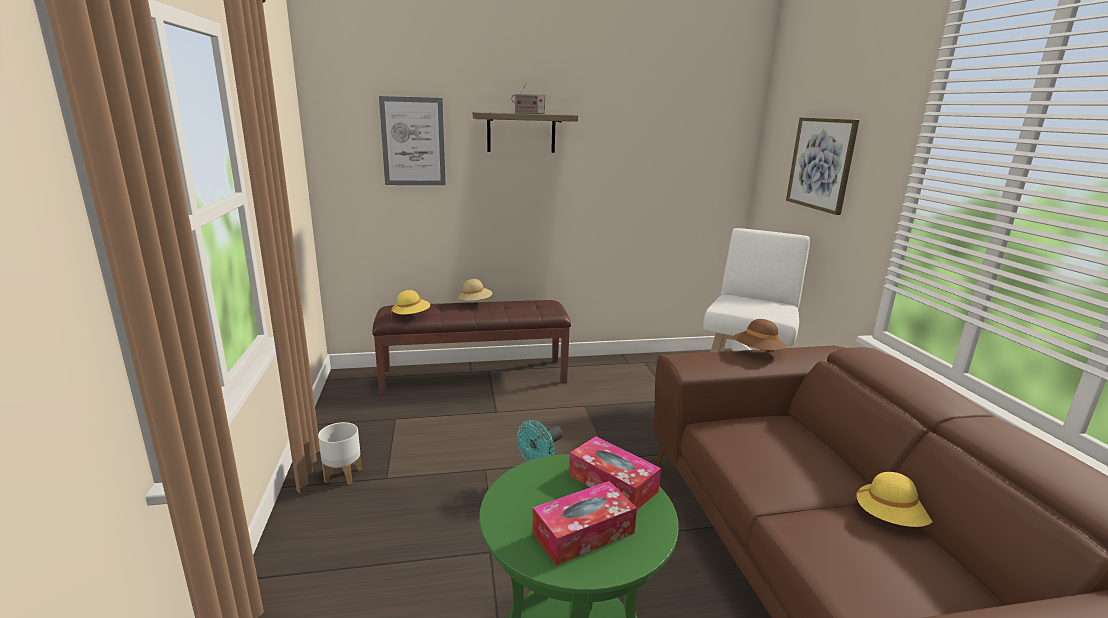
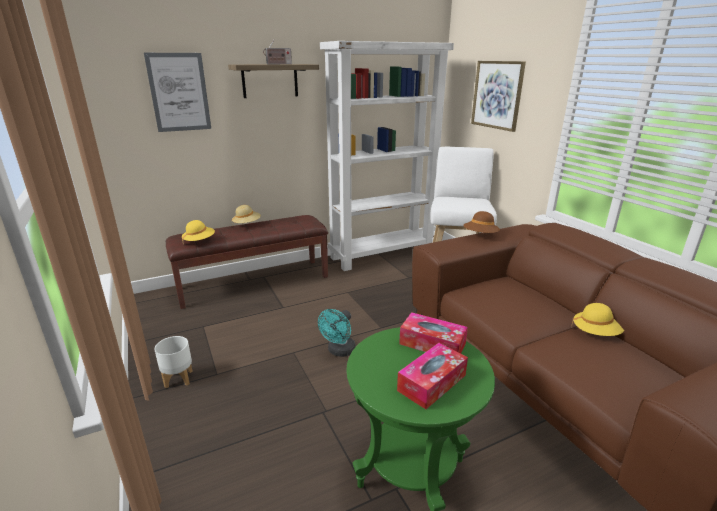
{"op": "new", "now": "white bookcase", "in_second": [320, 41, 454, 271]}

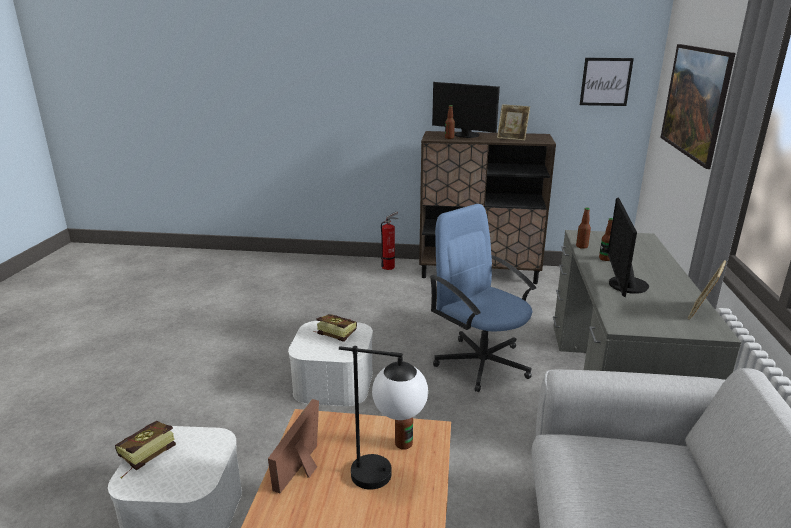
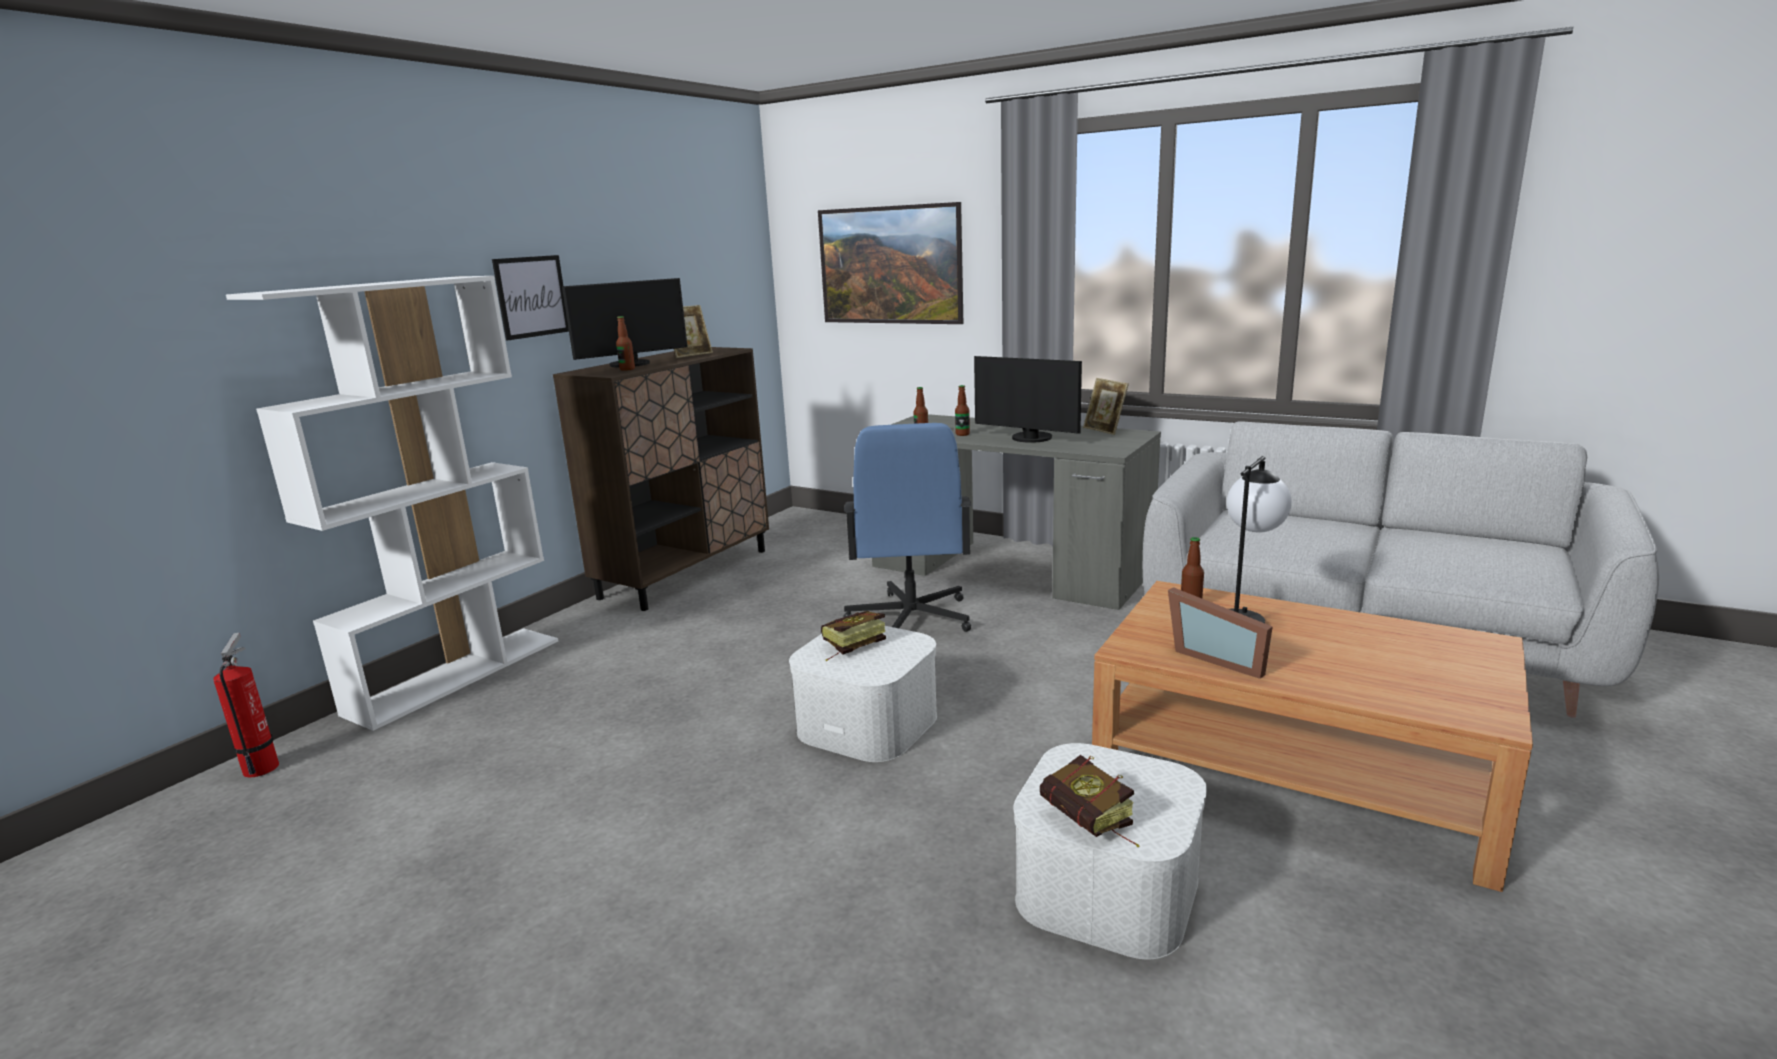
{"op": "shifted", "was": "fire extinguisher", "in_first": [381, 211, 398, 270], "in_second": [213, 633, 279, 777]}
{"op": "rotated", "was": "blue office chair", "in_first": [430, 204, 536, 392], "in_second": [844, 423, 972, 632], "clockwise": -75}
{"op": "shifted", "was": "picture", "in_first": [580, 58, 634, 106], "in_second": [492, 255, 569, 341]}
{"op": "new", "now": "white bookcase", "in_second": [226, 276, 558, 731]}

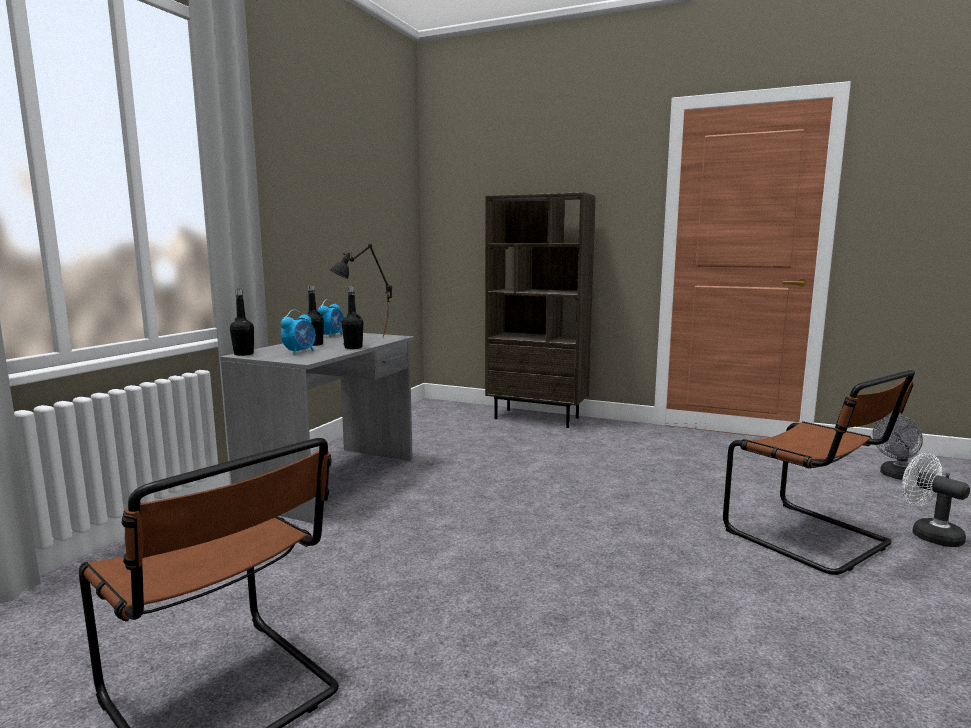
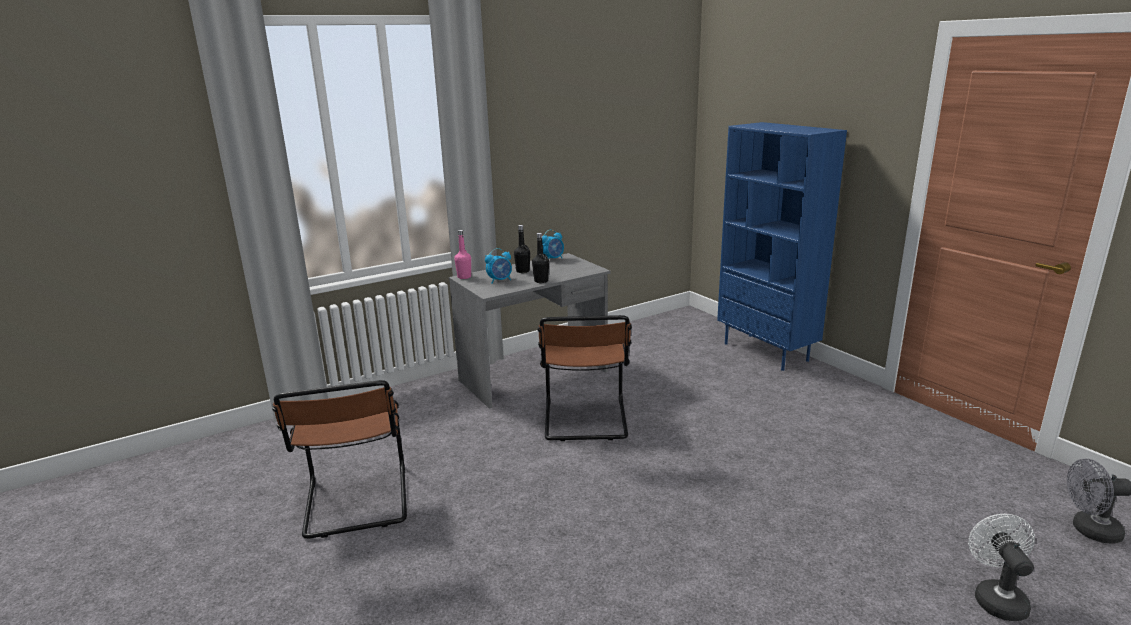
{"op": "repainted", "was": "black bottle", "now": "pink bottle", "in_first": [230, 289, 254, 356], "in_second": [454, 230, 471, 279]}
{"op": "gone", "was": "black table lamp", "in_first": [329, 244, 392, 338]}
{"op": "repainted", "was": "brown bookcase", "now": "blue bookcase", "in_first": [485, 192, 596, 428], "in_second": [717, 122, 847, 371]}
{"op": "shifted", "was": "brown chair", "in_first": [723, 370, 915, 575], "in_second": [537, 315, 632, 441]}

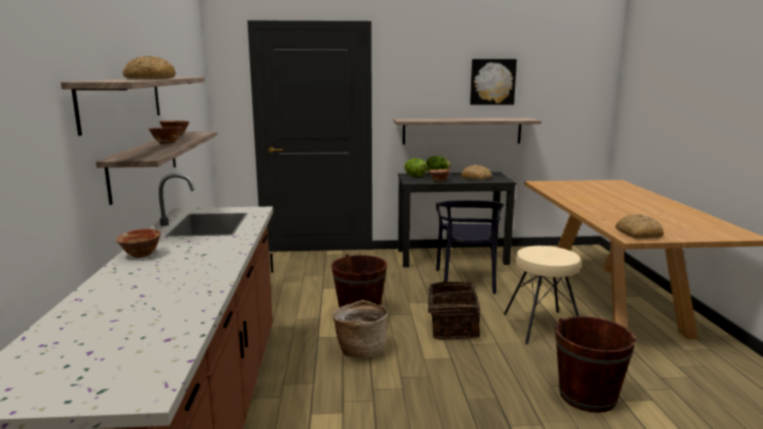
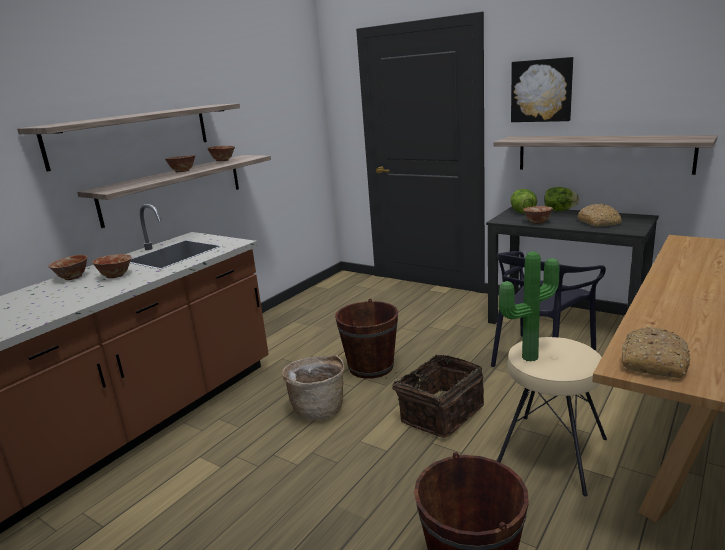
{"op": "gone", "was": "bread", "in_first": [123, 56, 176, 79]}
{"op": "shifted", "was": "picture", "in_first": [470, 59, 517, 105], "in_second": [511, 57, 573, 122]}
{"op": "new", "now": "bowl", "in_second": [92, 254, 132, 278]}
{"op": "new", "now": "potted plant", "in_second": [499, 252, 559, 362]}

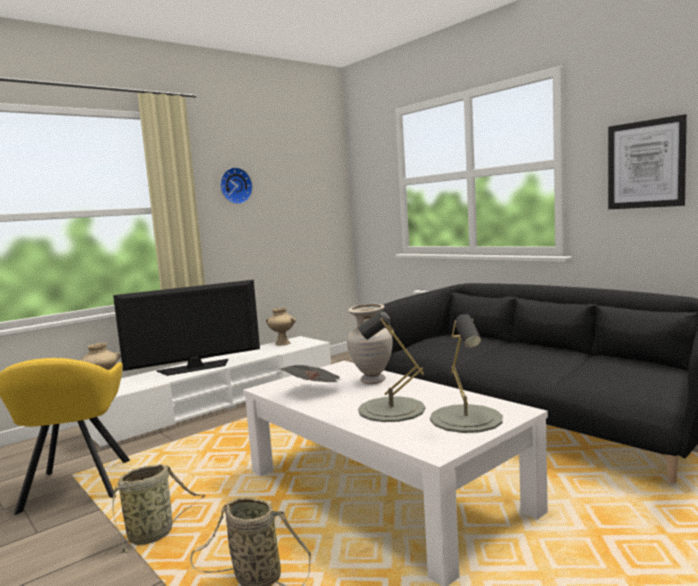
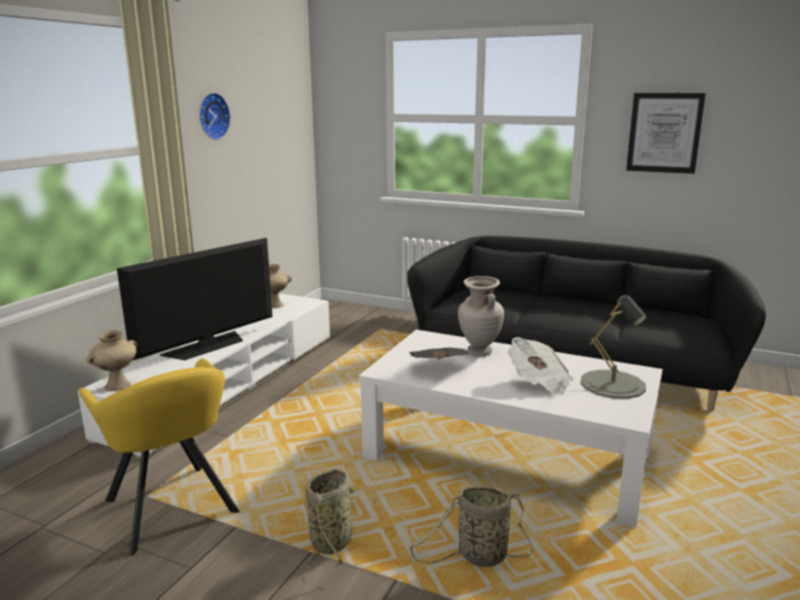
{"op": "swapped", "was": "grey table lamp", "now": "newspaper", "in_first": [358, 311, 425, 422], "in_second": [508, 337, 573, 396]}

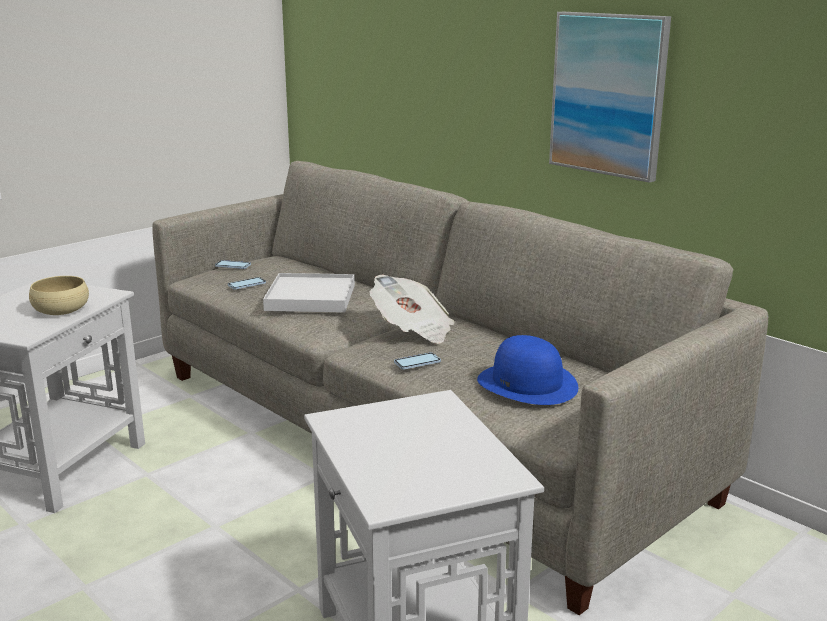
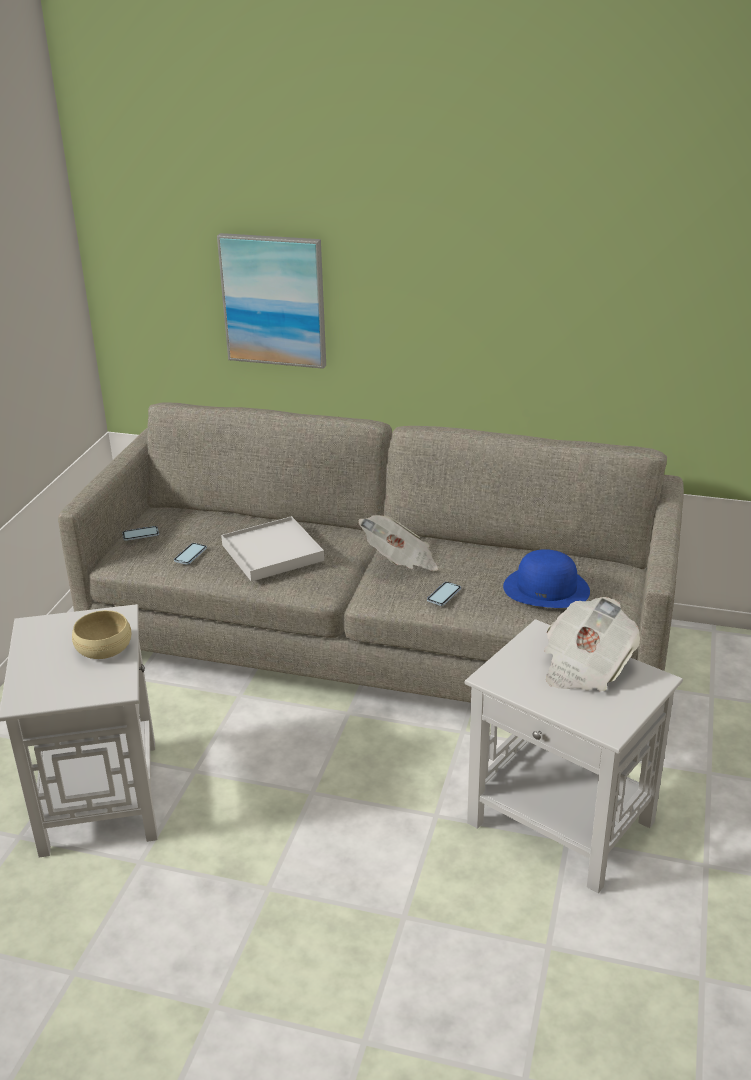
{"op": "shifted", "was": "picture", "in_first": [549, 12, 671, 183], "in_second": [217, 233, 326, 369]}
{"op": "new", "now": "newspaper", "in_second": [544, 597, 640, 692]}

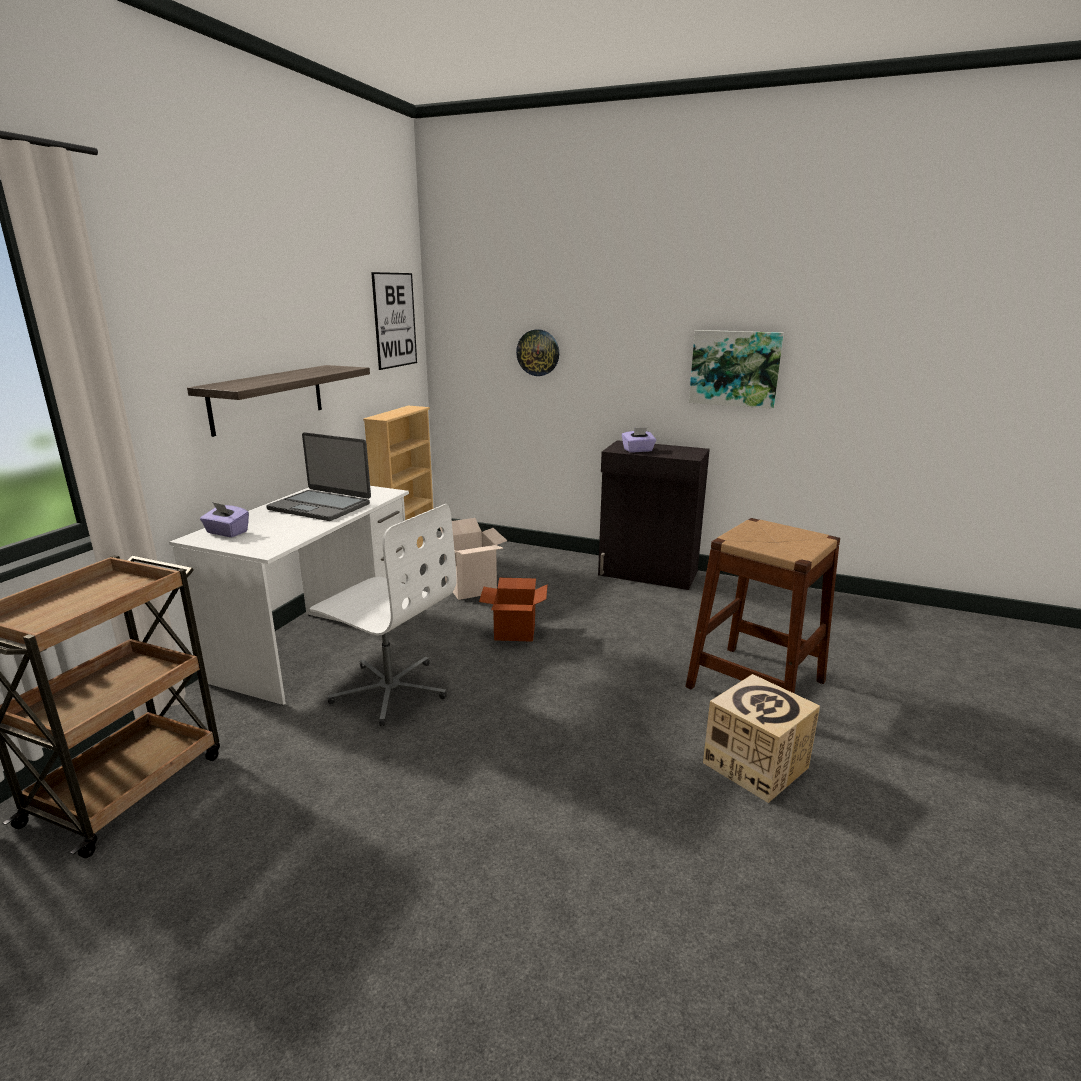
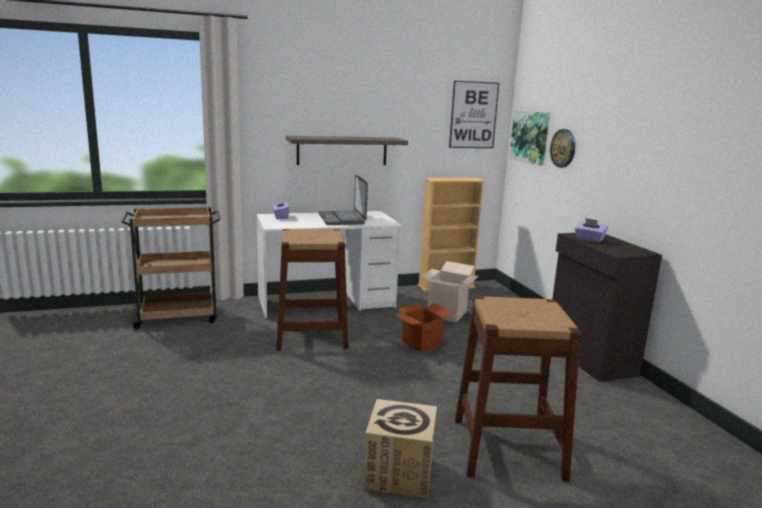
{"op": "swapped", "was": "white office chair", "now": "brown stool", "in_first": [310, 504, 457, 726], "in_second": [276, 229, 349, 351]}
{"op": "shifted", "was": "picture", "in_first": [689, 330, 784, 409], "in_second": [509, 110, 550, 166]}

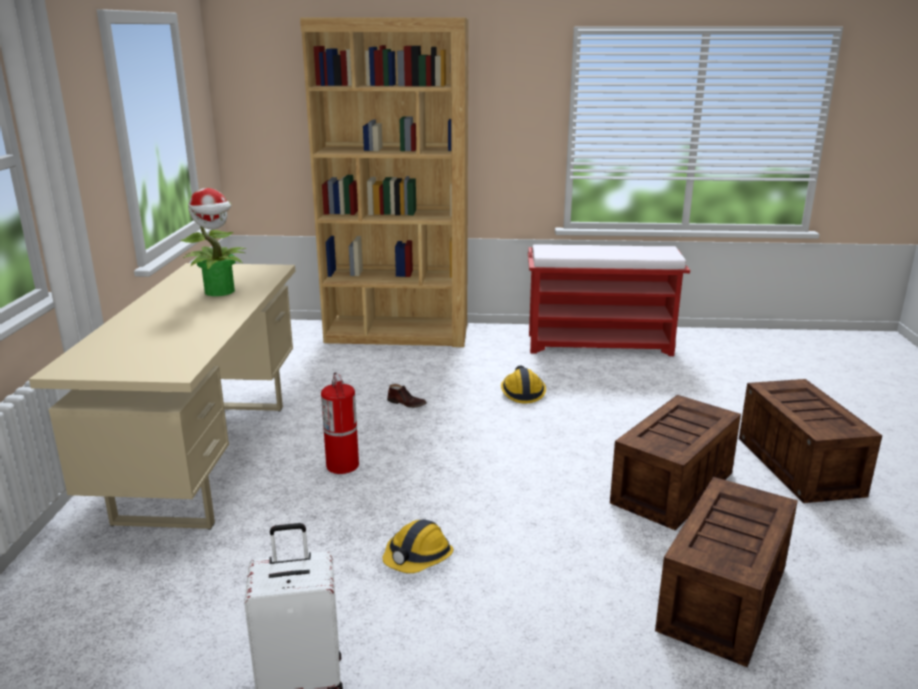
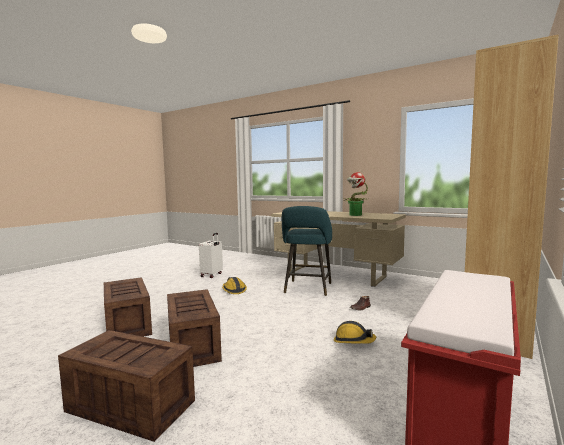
{"op": "swapped", "was": "fire extinguisher", "now": "turquoise stool", "in_first": [321, 372, 359, 474], "in_second": [282, 206, 332, 296]}

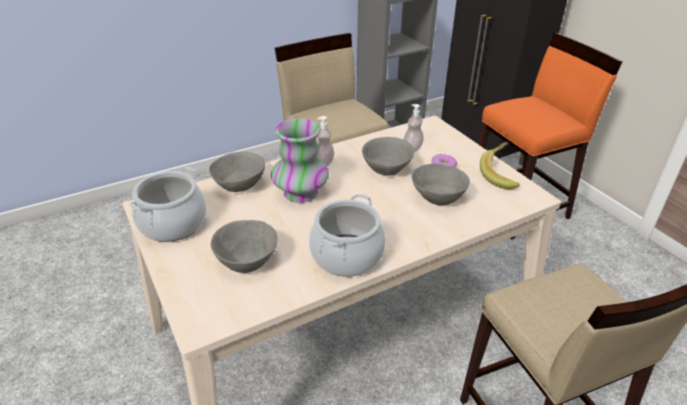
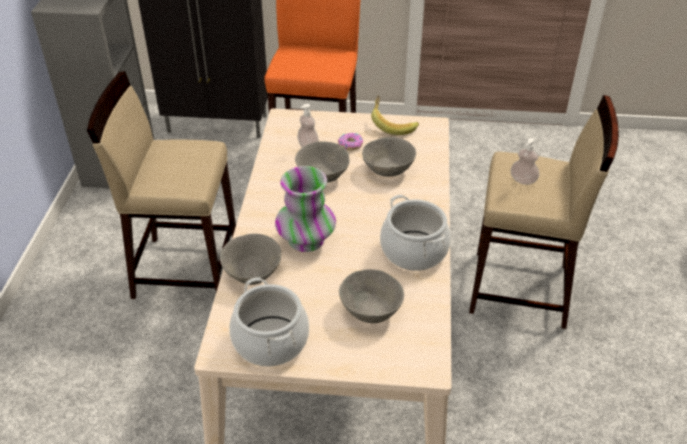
{"op": "shifted", "was": "soap dispenser", "in_first": [316, 116, 334, 166], "in_second": [511, 138, 539, 185]}

